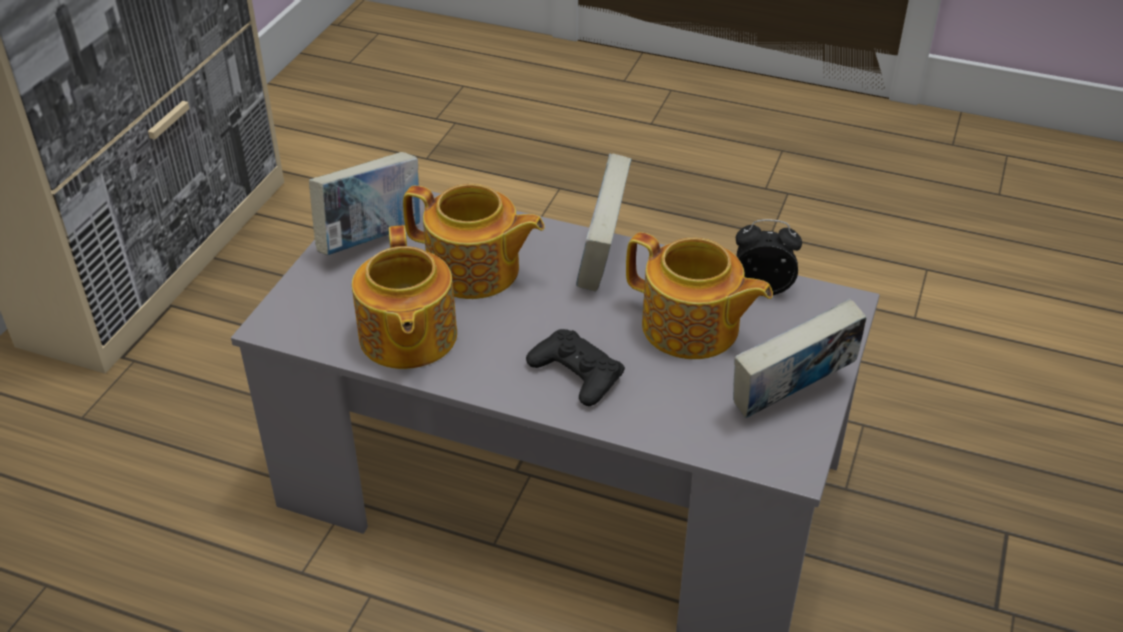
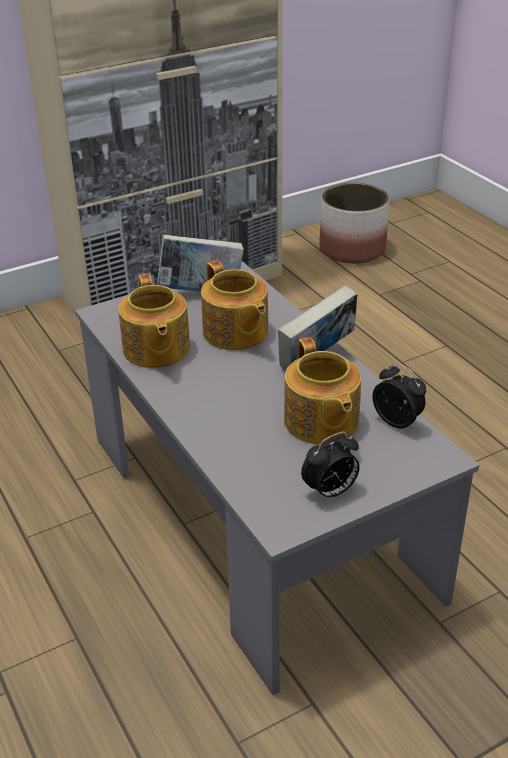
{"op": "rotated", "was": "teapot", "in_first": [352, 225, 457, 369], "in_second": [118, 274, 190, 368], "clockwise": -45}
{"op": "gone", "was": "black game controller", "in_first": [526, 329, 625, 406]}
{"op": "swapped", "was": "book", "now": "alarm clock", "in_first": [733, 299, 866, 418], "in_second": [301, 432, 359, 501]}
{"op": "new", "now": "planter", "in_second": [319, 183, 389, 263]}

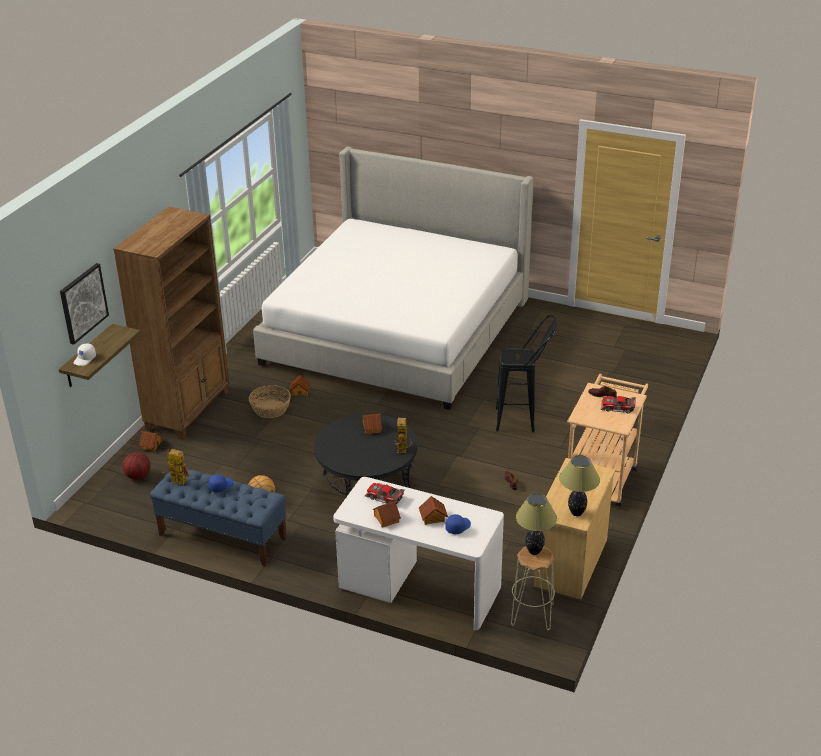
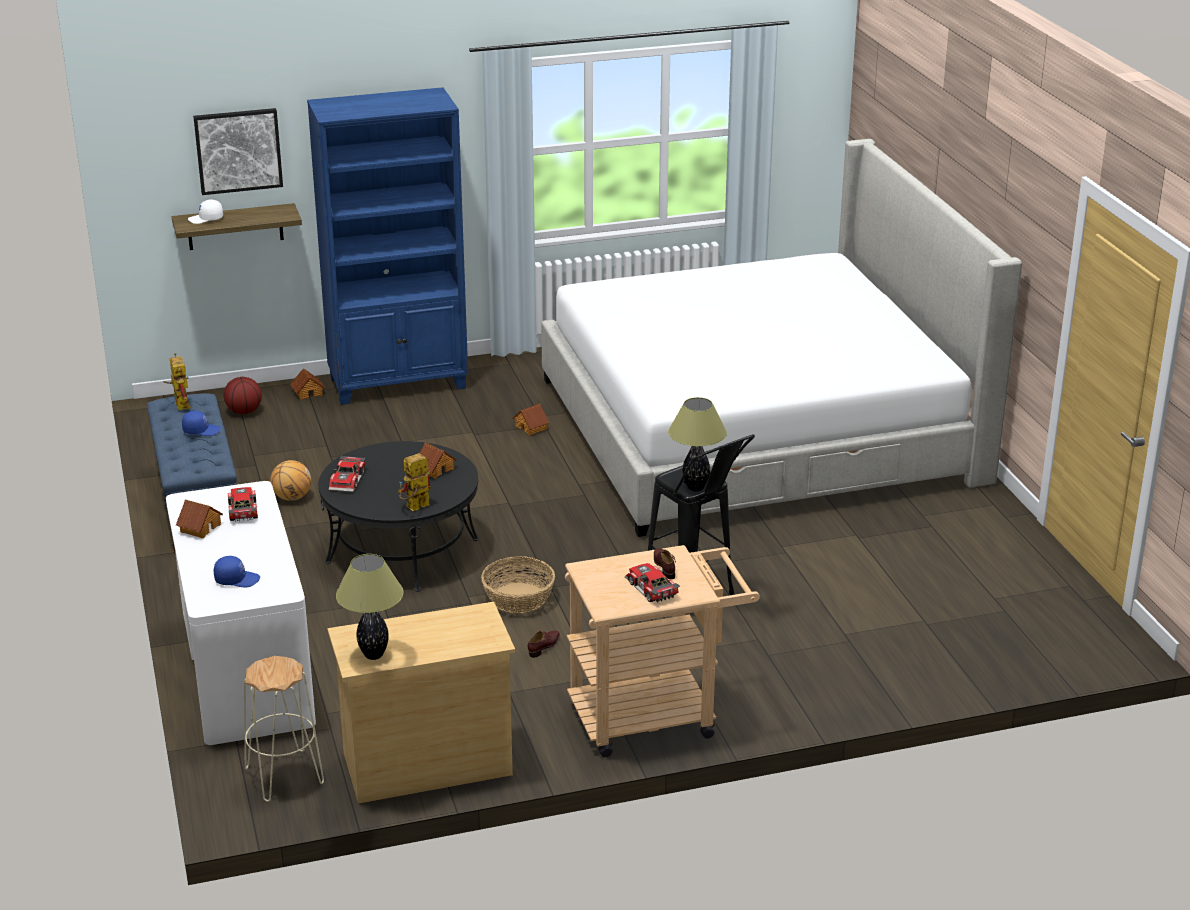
{"op": "repainted", "was": "brown bookcase", "now": "blue bookcase", "in_first": [113, 207, 229, 440], "in_second": [307, 87, 468, 405]}
{"op": "shifted", "was": "basket", "in_first": [249, 385, 291, 418], "in_second": [481, 556, 555, 613]}
{"op": "gone", "was": "toy house", "in_first": [419, 496, 448, 525]}
{"op": "shifted", "was": "table lamp", "in_first": [516, 493, 557, 555], "in_second": [668, 397, 727, 492]}
{"op": "new", "now": "toy car", "in_second": [329, 455, 365, 492]}

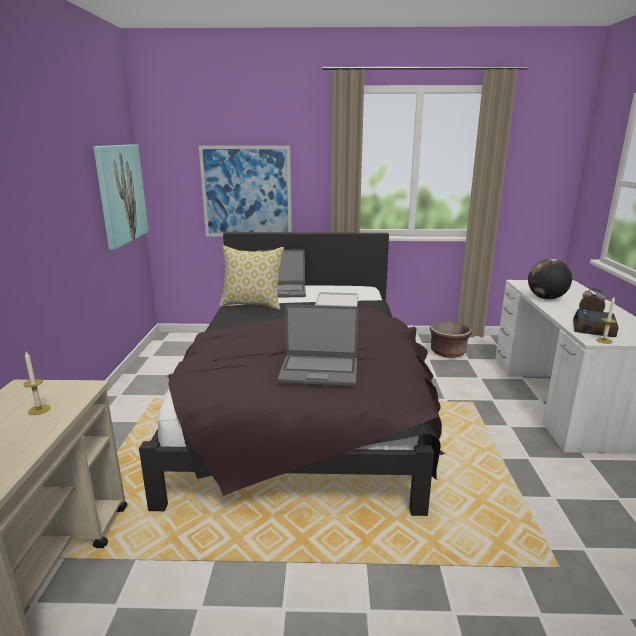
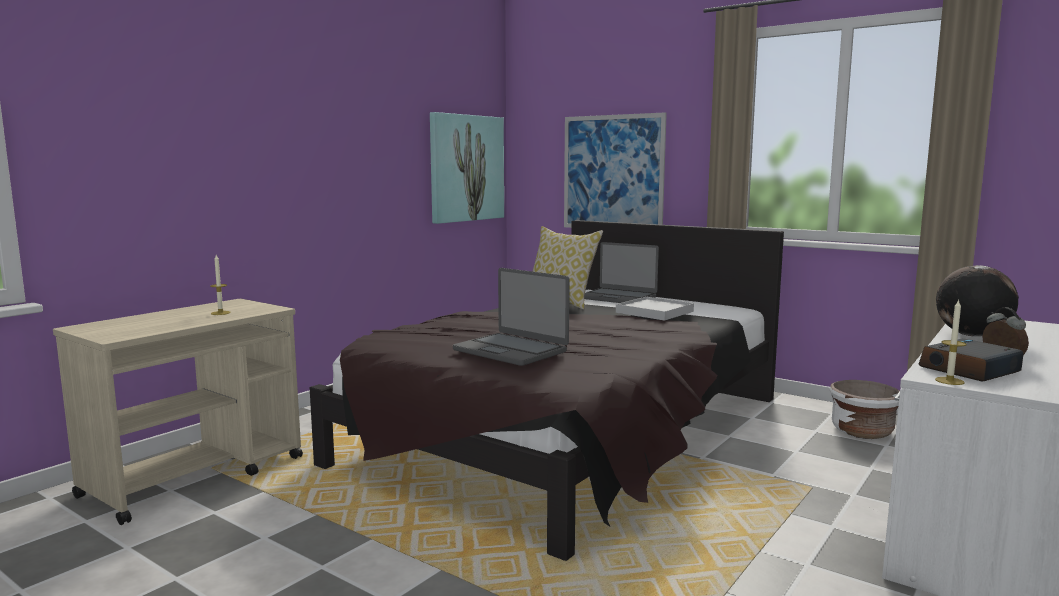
{"op": "repainted", "was": "brown planter", "now": "white planter", "in_first": [430, 321, 472, 358], "in_second": [829, 380, 900, 439]}

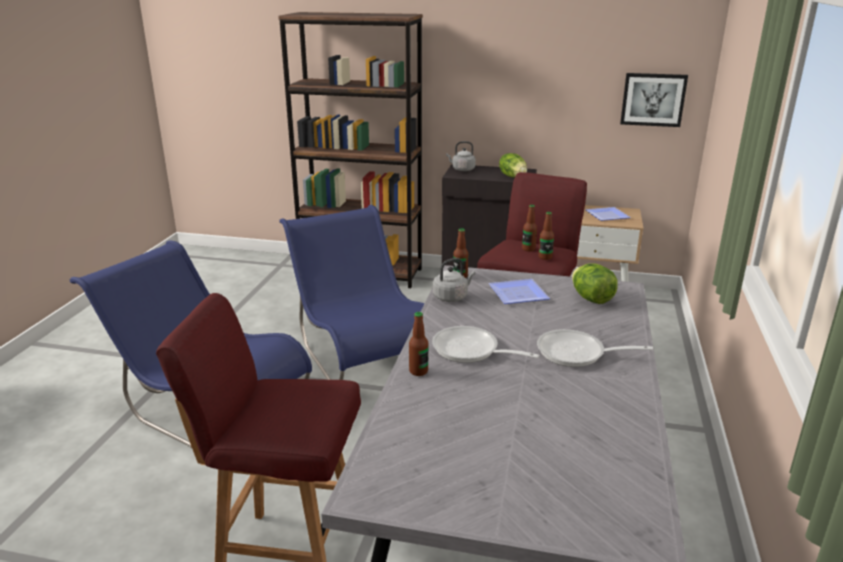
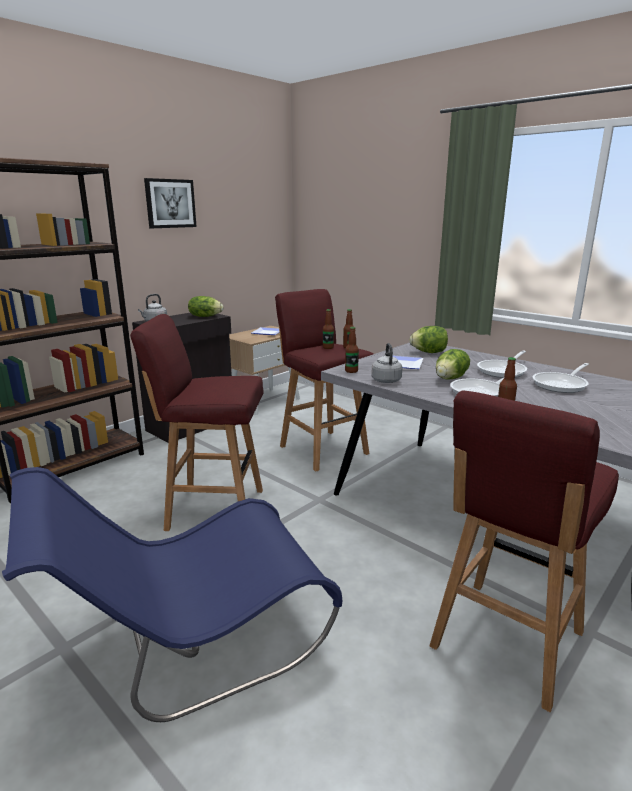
{"op": "swapped", "was": "blue chair", "now": "red stool", "in_first": [280, 205, 425, 380], "in_second": [130, 314, 264, 531]}
{"op": "shifted", "was": "picture", "in_first": [620, 73, 688, 127], "in_second": [144, 178, 197, 228]}
{"op": "new", "now": "lettuce", "in_second": [436, 349, 470, 380]}
{"op": "new", "now": "frying pan", "in_second": [532, 363, 589, 393]}

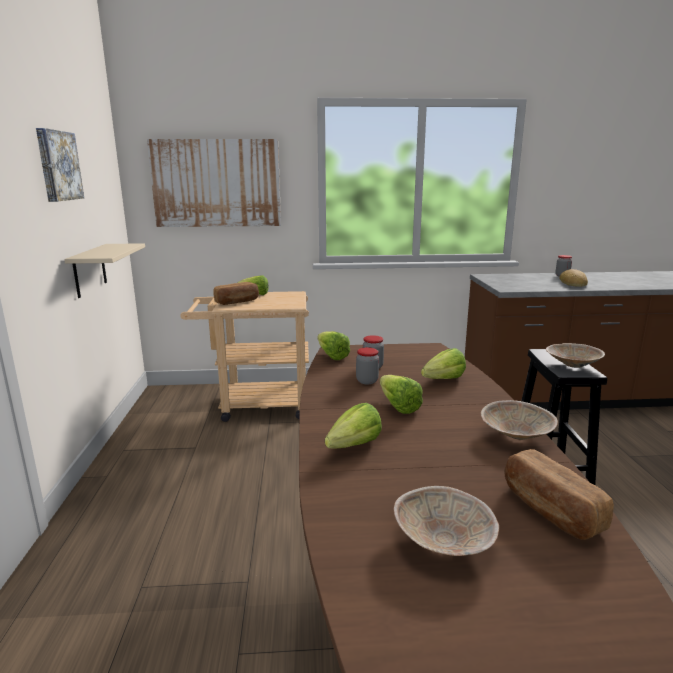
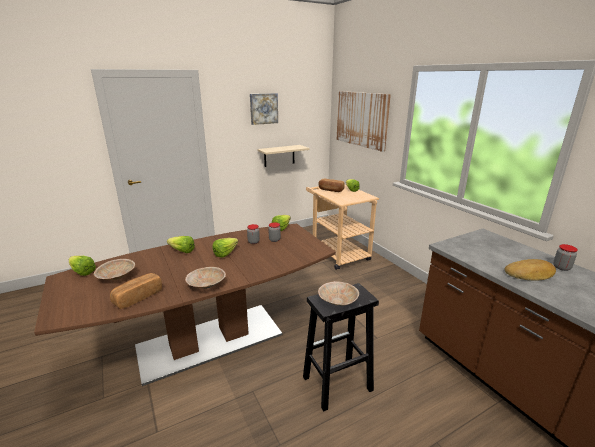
{"op": "shifted", "was": "lettuce", "in_first": [421, 348, 466, 379], "in_second": [68, 256, 96, 276]}

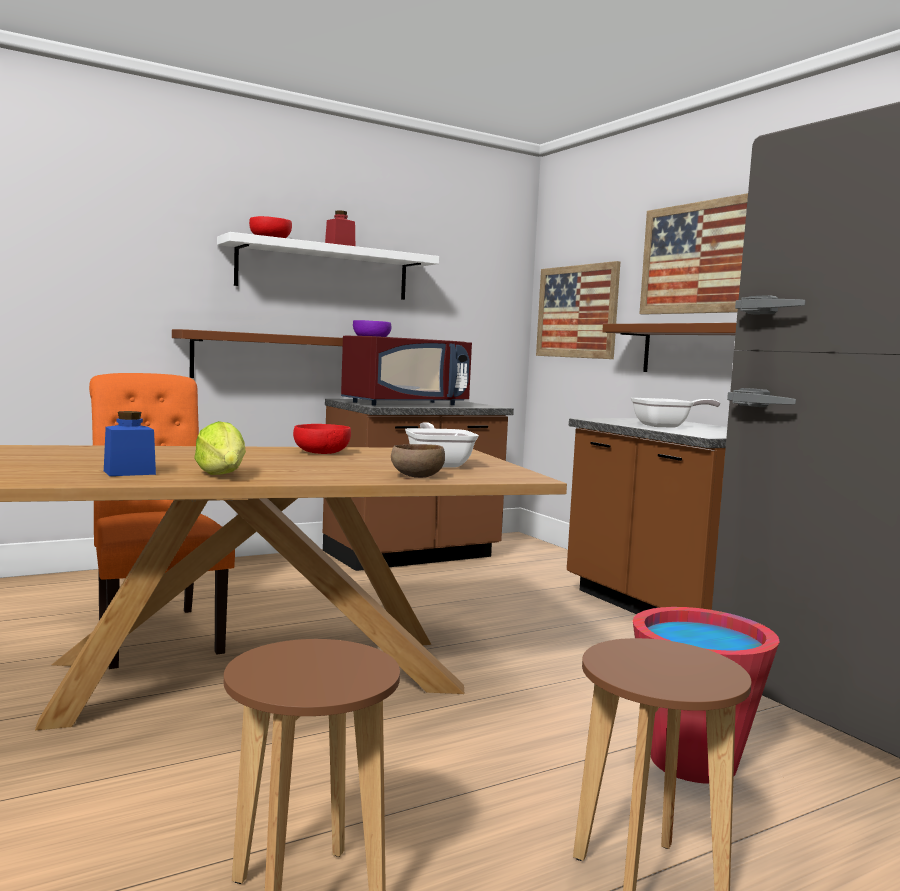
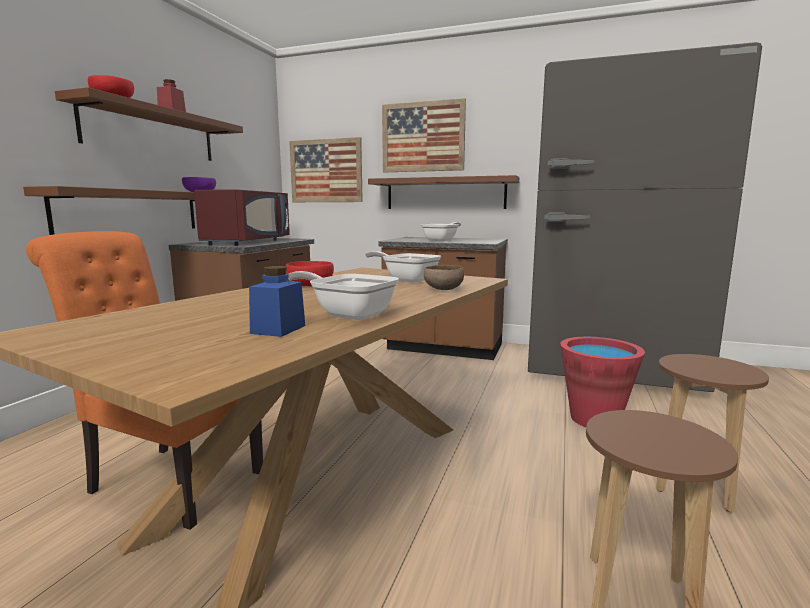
{"op": "swapped", "was": "lettuce", "now": "frying pan", "in_first": [194, 421, 246, 475], "in_second": [288, 271, 399, 320]}
{"op": "repainted", "was": "white shelf", "now": "brown shelf", "in_first": [217, 232, 439, 300], "in_second": [55, 87, 243, 161]}

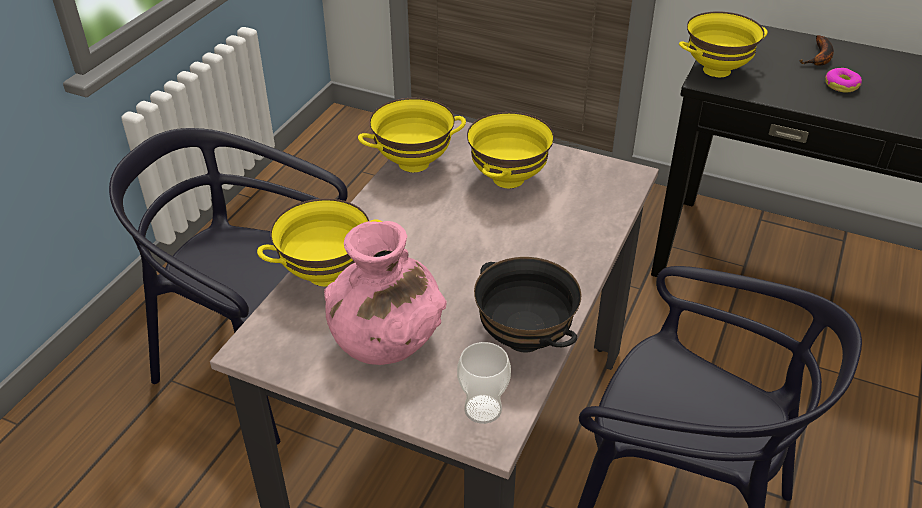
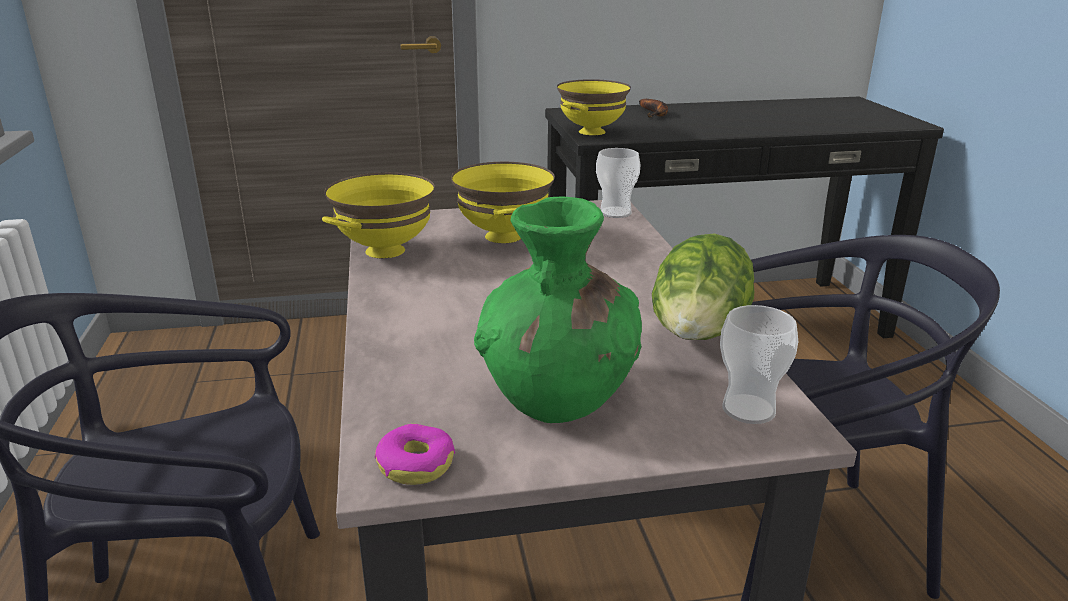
{"op": "gone", "was": "yellow bowl", "in_first": [257, 198, 382, 286]}
{"op": "repainted", "was": "pink vase", "now": "green vase", "in_first": [324, 221, 447, 365], "in_second": [474, 196, 642, 423]}
{"op": "swapped", "was": "black bowl", "now": "lettuce", "in_first": [474, 257, 581, 352], "in_second": [652, 233, 755, 340]}
{"op": "shifted", "was": "donut", "in_first": [825, 68, 862, 93], "in_second": [375, 424, 455, 485]}
{"op": "new", "now": "cup", "in_second": [596, 148, 640, 218]}

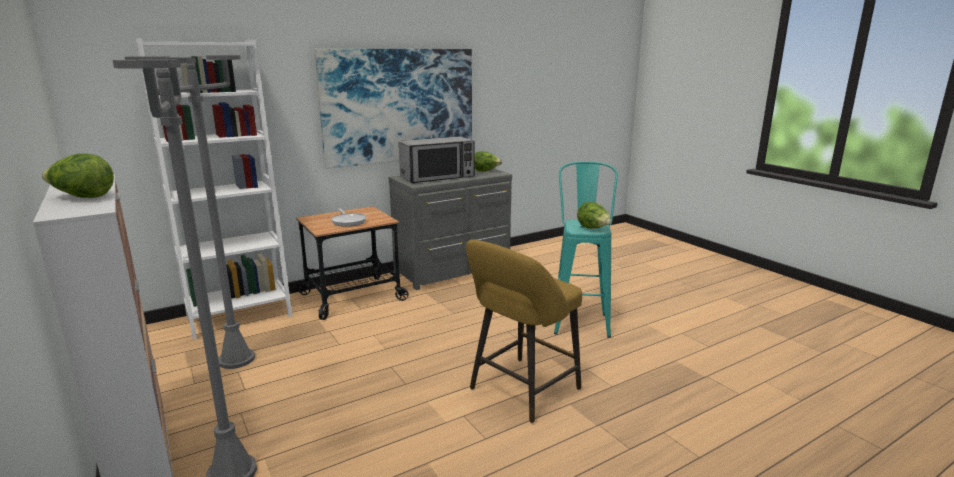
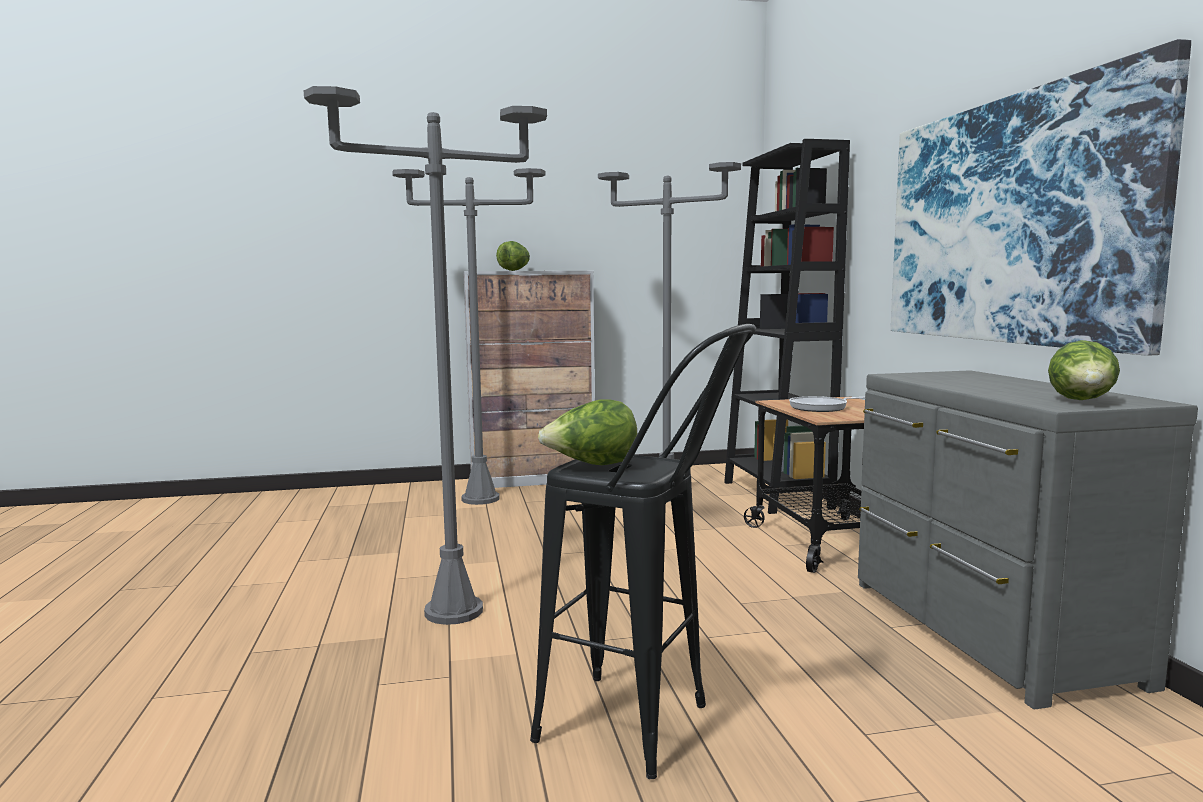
{"op": "repainted", "was": "white bookcase", "now": "black bookcase", "in_first": [136, 39, 292, 339], "in_second": [724, 139, 850, 514]}
{"op": "gone", "was": "microwave", "in_first": [399, 136, 475, 183]}
{"op": "swapped", "was": "yellow stool", "now": "grey floor lamp", "in_first": [466, 239, 582, 423], "in_second": [304, 86, 547, 625]}
{"op": "repainted", "was": "turquoise stool", "now": "black stool", "in_first": [554, 161, 618, 338], "in_second": [530, 324, 756, 779]}

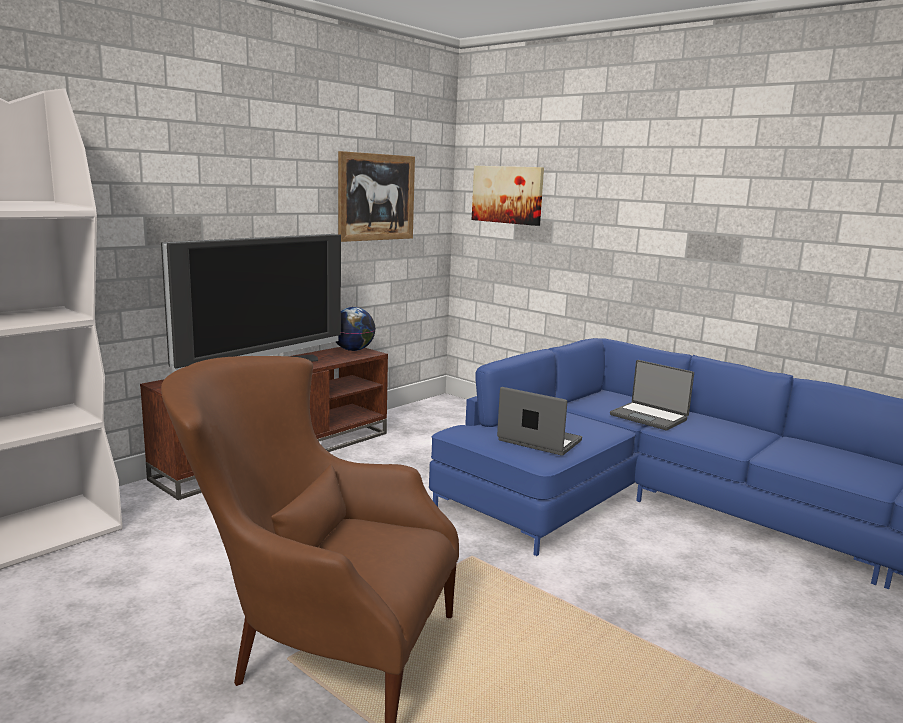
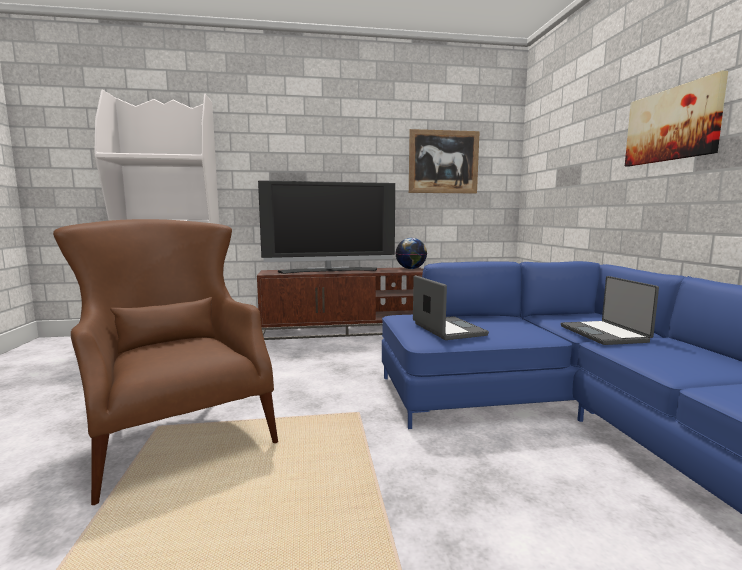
{"op": "shifted", "was": "picture", "in_first": [472, 166, 544, 226], "in_second": [625, 71, 728, 166]}

